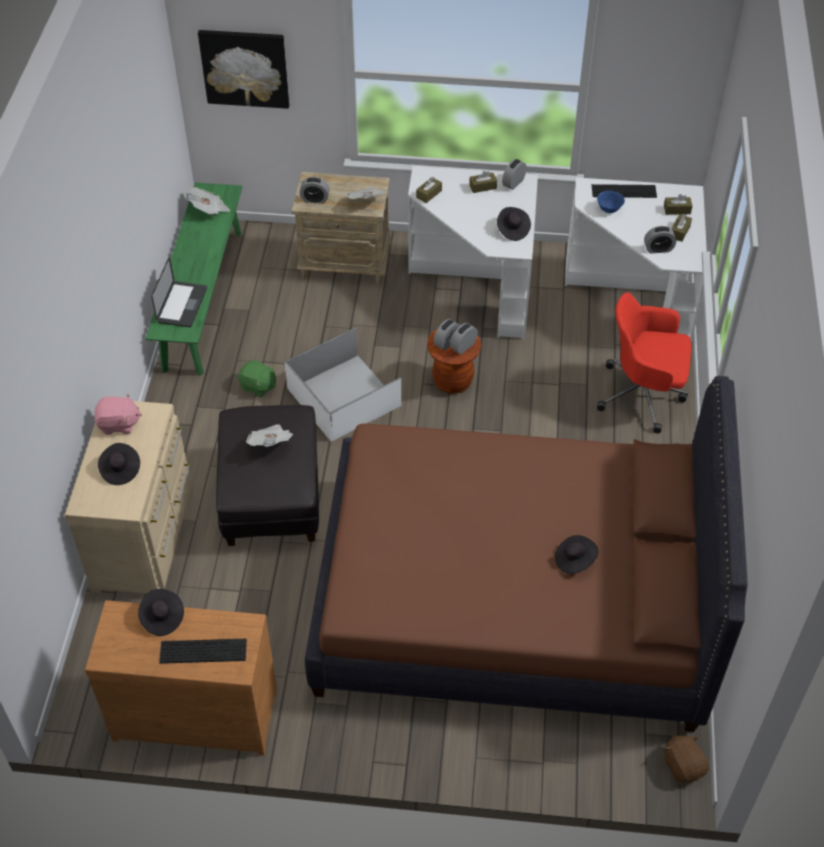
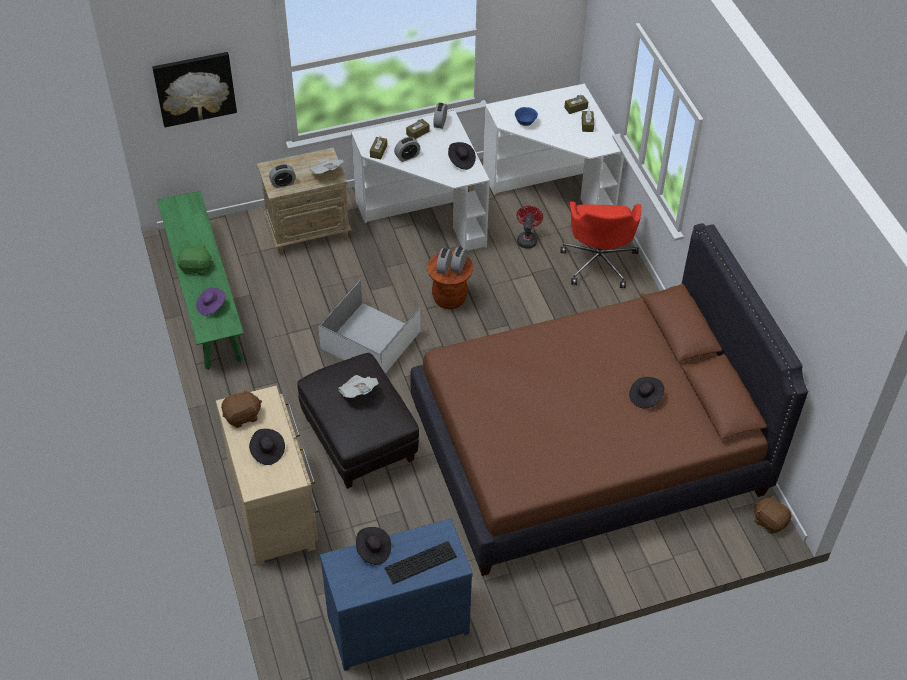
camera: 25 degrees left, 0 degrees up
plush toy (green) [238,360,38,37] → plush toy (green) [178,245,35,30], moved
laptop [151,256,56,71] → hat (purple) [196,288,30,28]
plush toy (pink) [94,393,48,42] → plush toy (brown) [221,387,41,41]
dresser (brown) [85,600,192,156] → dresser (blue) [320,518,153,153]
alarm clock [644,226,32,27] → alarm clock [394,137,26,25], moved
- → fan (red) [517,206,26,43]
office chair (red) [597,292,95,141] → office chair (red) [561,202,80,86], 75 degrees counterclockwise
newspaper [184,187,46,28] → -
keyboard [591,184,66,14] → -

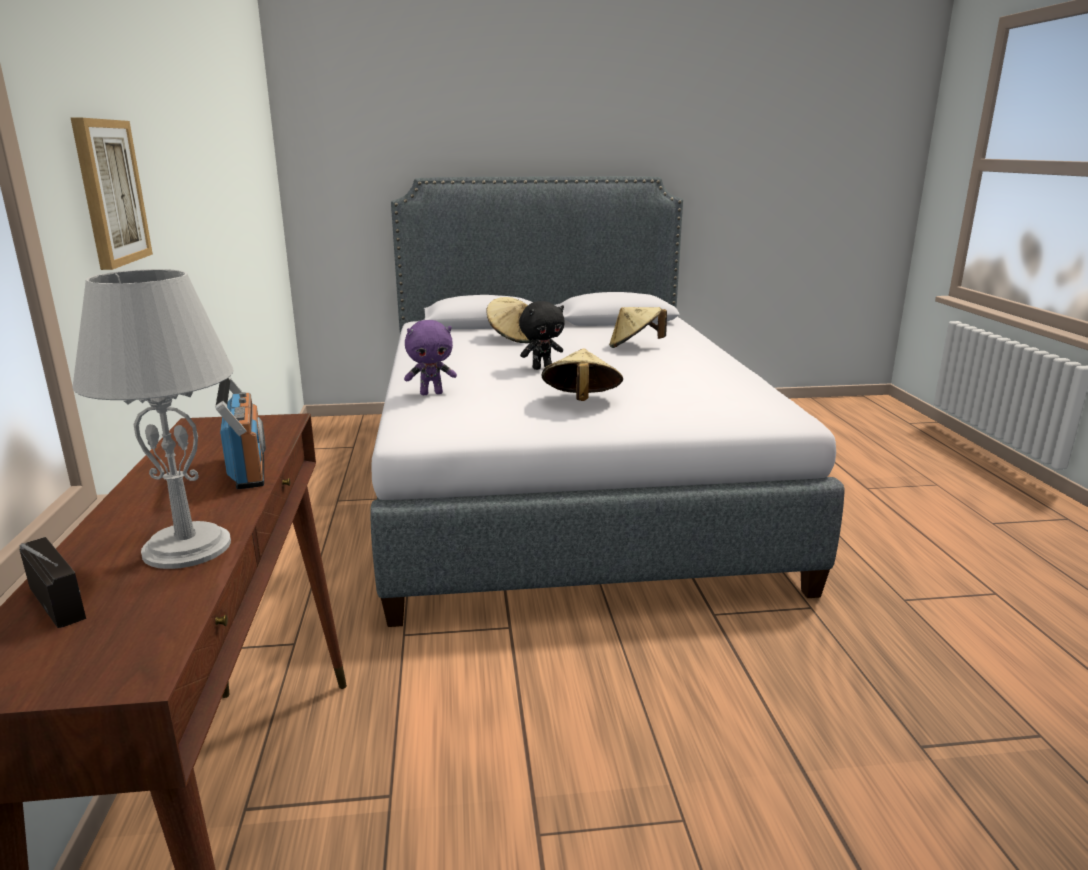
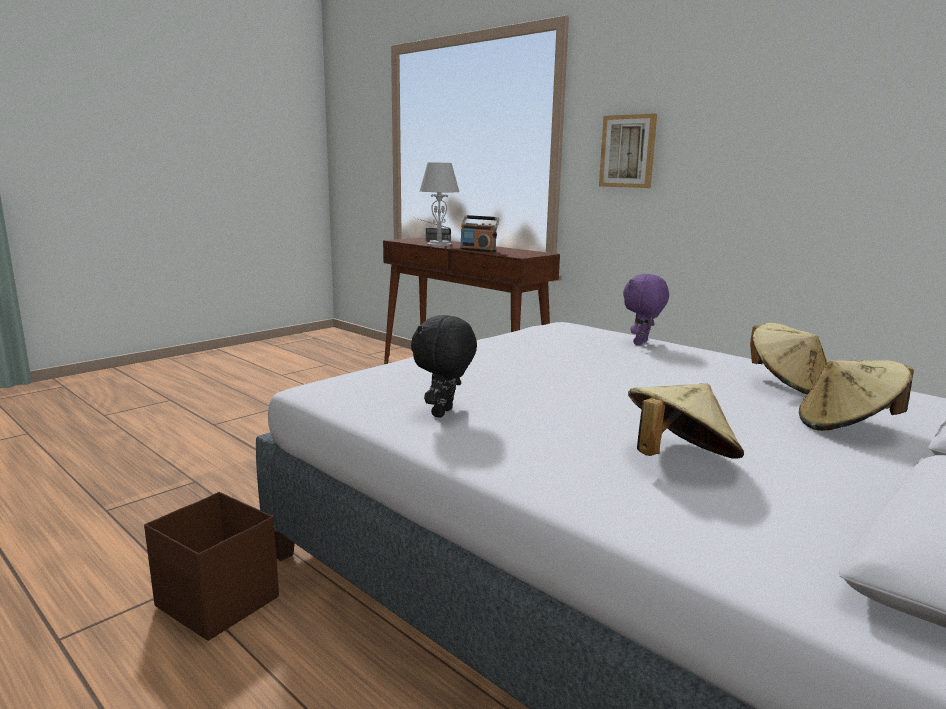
camera: 140 degrees right, 5 degrees down
- → storage box (brown) [144,492,135,149]
plush toy (black) [519,301,46,69] → plush toy (black) [411,315,66,103], moved
hat (beige) [542,349,81,52] → hat (beige) [750,323,78,71], moved

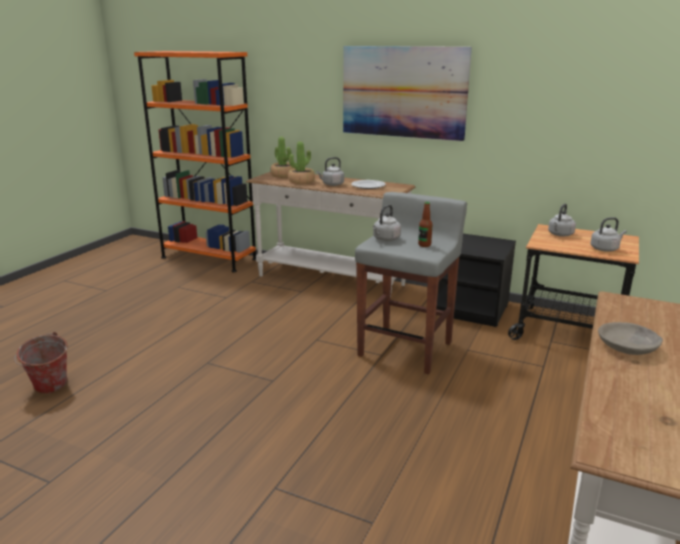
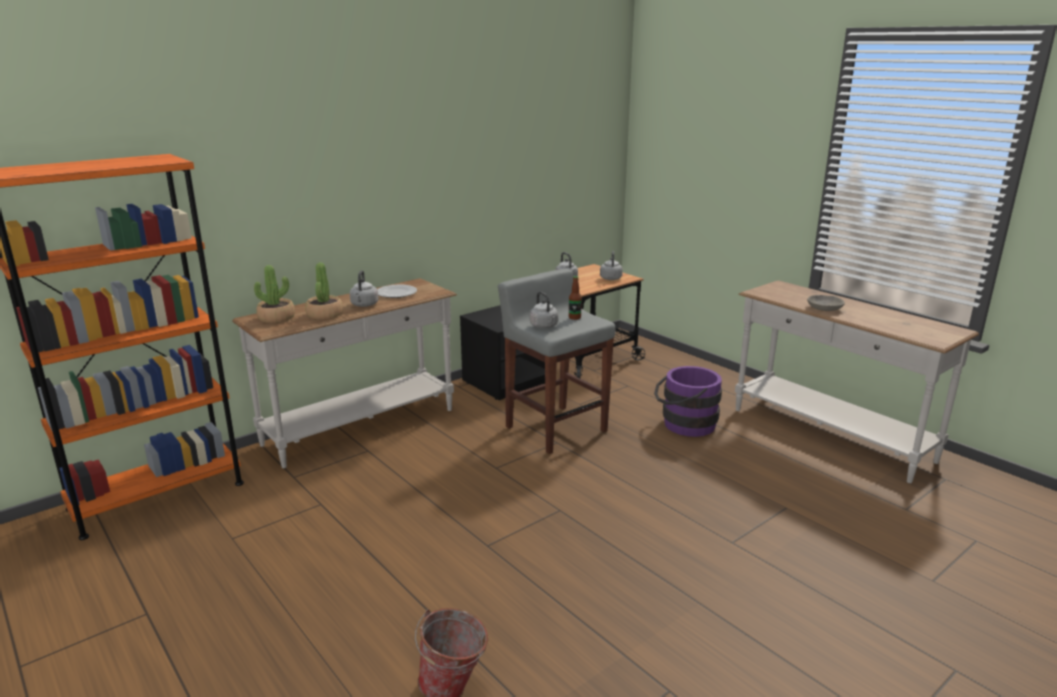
camera: 65 degrees left, 0 degrees up
- → bucket (purple) [654,366,68,71]
picture [343,46,129,95] → -

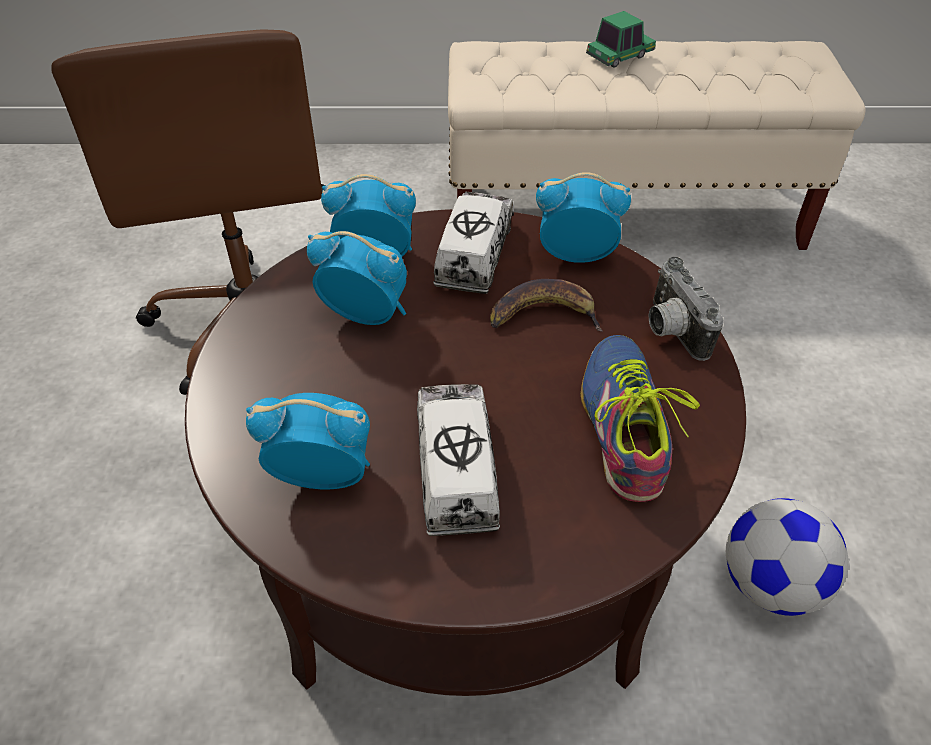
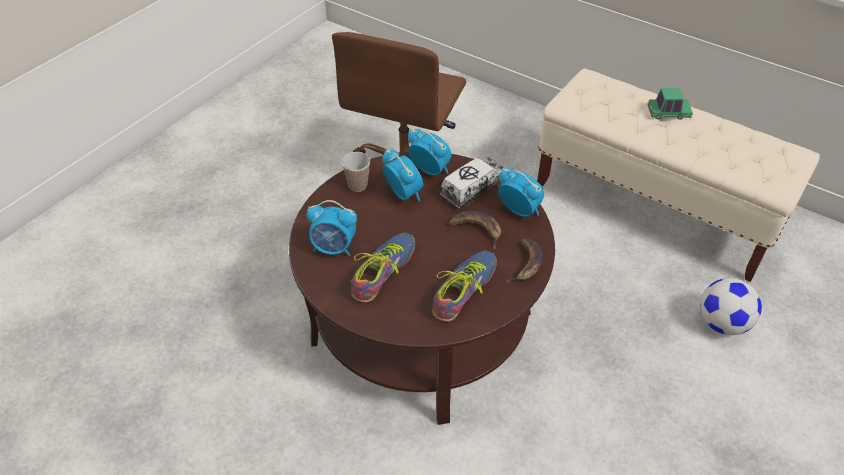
camera: 35 degrees right, 0 degrees up
alarm clock [246,393,124,96] → alarm clock [306,200,51,56], 150 degrees clockwise
- → cup [341,152,29,40]
toy truck [417,384,83,152] → shoe [351,233,64,70]
photo camera [648,257,76,104] → banana [506,239,37,43]
football [726,498,123,118] → football [700,278,62,57], moved

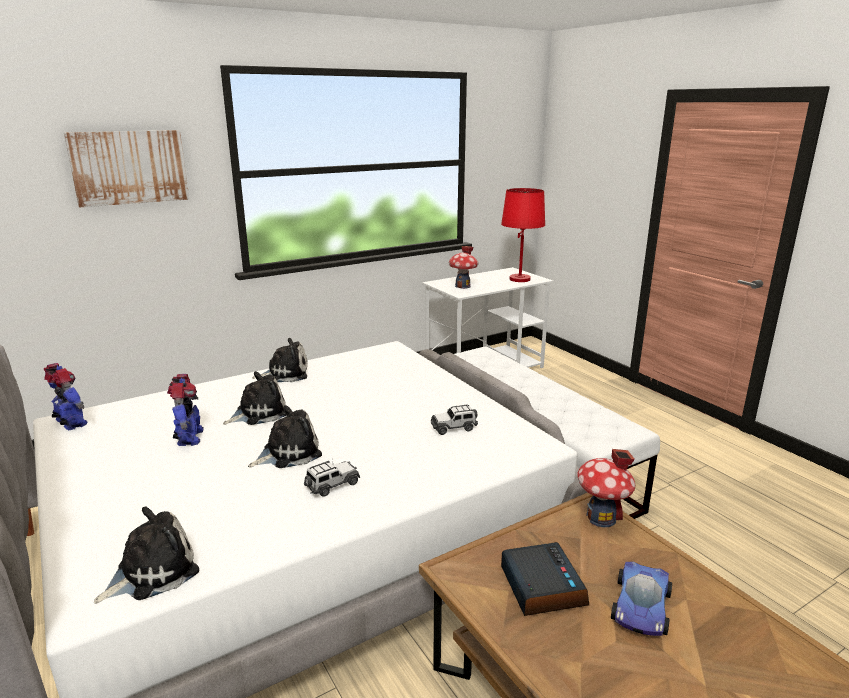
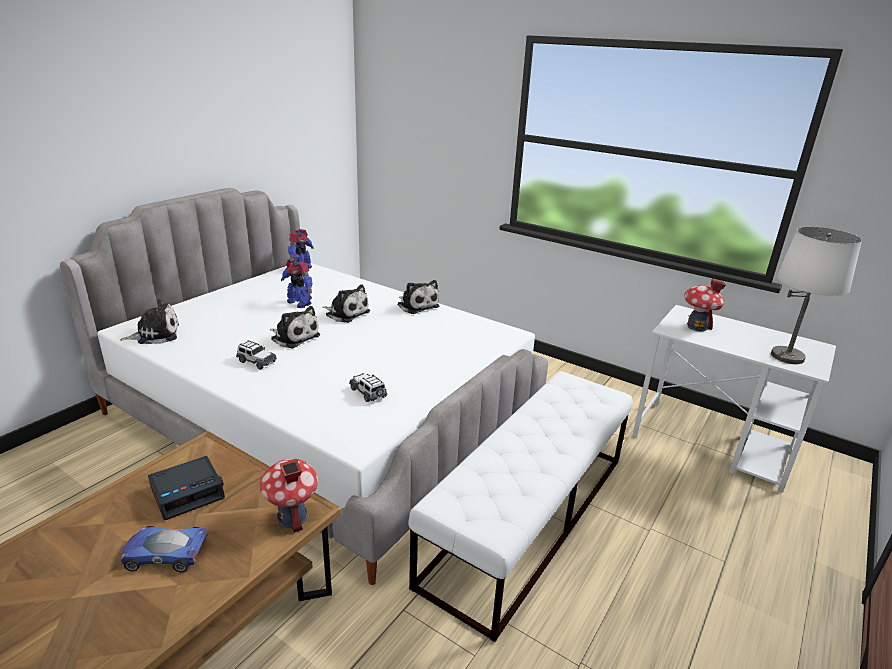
camera: 65 degrees right, 5 degrees up
plush toy [93,506,106,98] → plush toy [120,299,59,45], 45 degrees counterclockwise
toy robot [167,374,37,72] → toy robot [281,258,31,50], 75 degrees clockwise
table lamp (red) [501,188,44,94] → table lamp (white) [771,227,91,137]
picture [64,130,125,78] → -

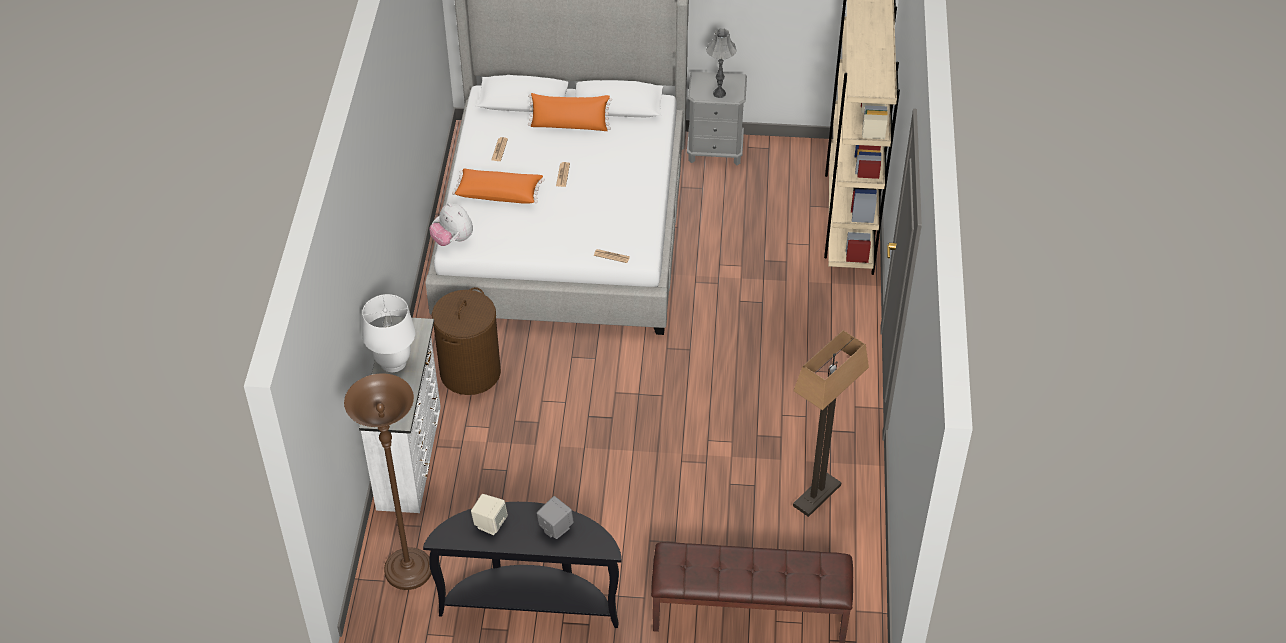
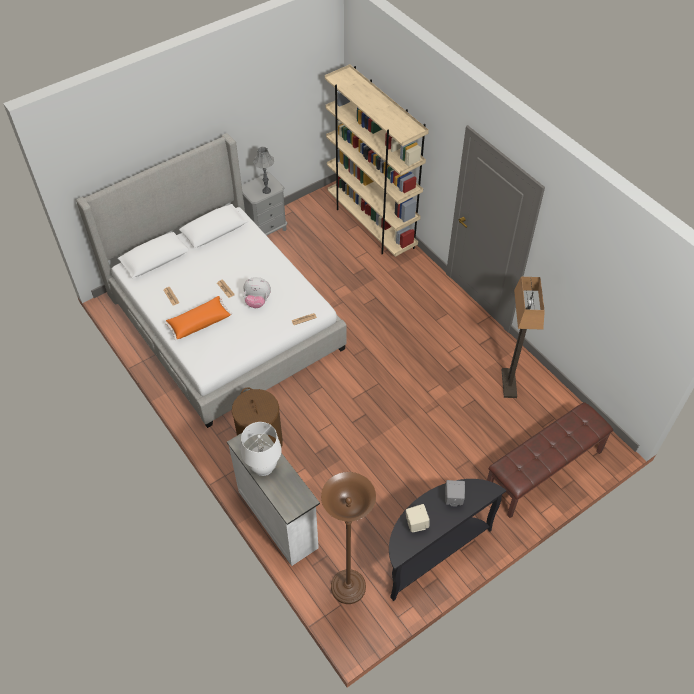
camera: 40 degrees left, 5 degrees up
plush toy [429,203,44,43] → plush toy [244,277,27,31], moved
pillow (orange) [528,93,84,38] → -

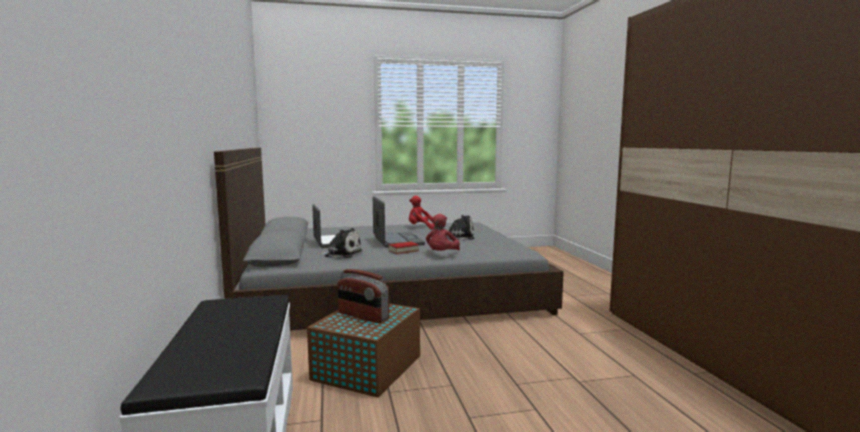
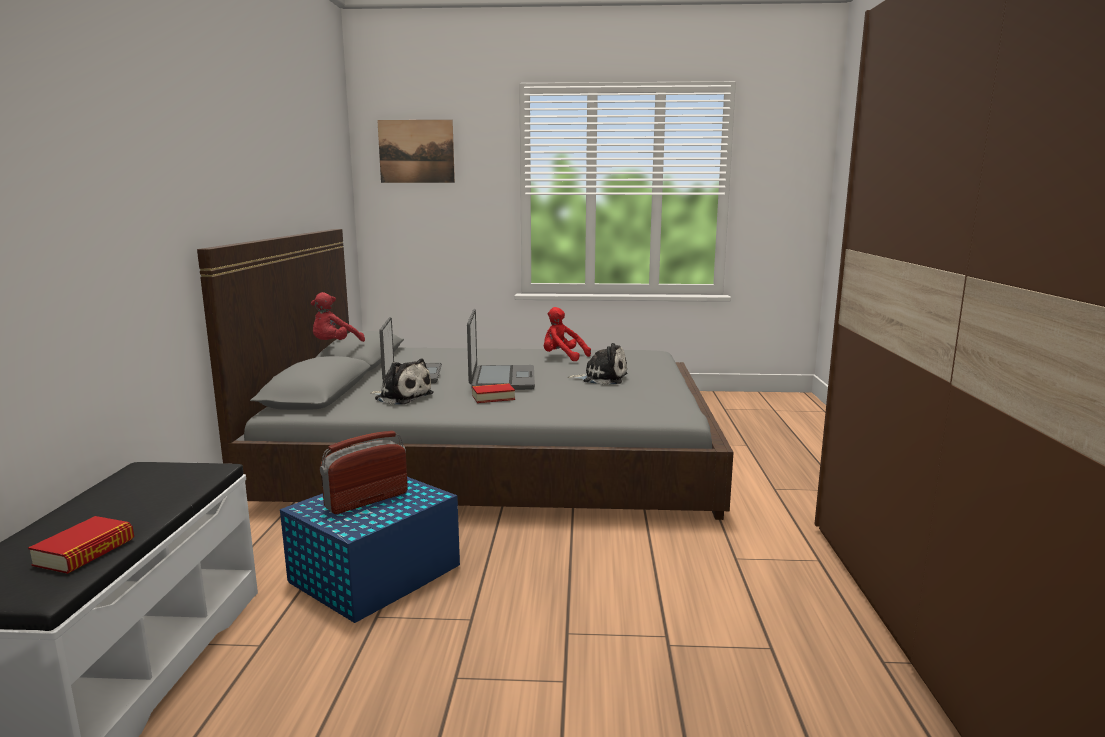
camera: 15 degrees right, 5 degrees up
- → book [28,516,106,58]
storage box (brown) [307,304,113,93] → storage box (blue) [280,477,180,146]
plush toy (red) [426,214,34,37] → plush toy (red) [311,292,54,50], moved
radio [338,269,51,54] → radio [320,431,88,83], 90 degrees clockwise
- → picture [377,120,78,63]

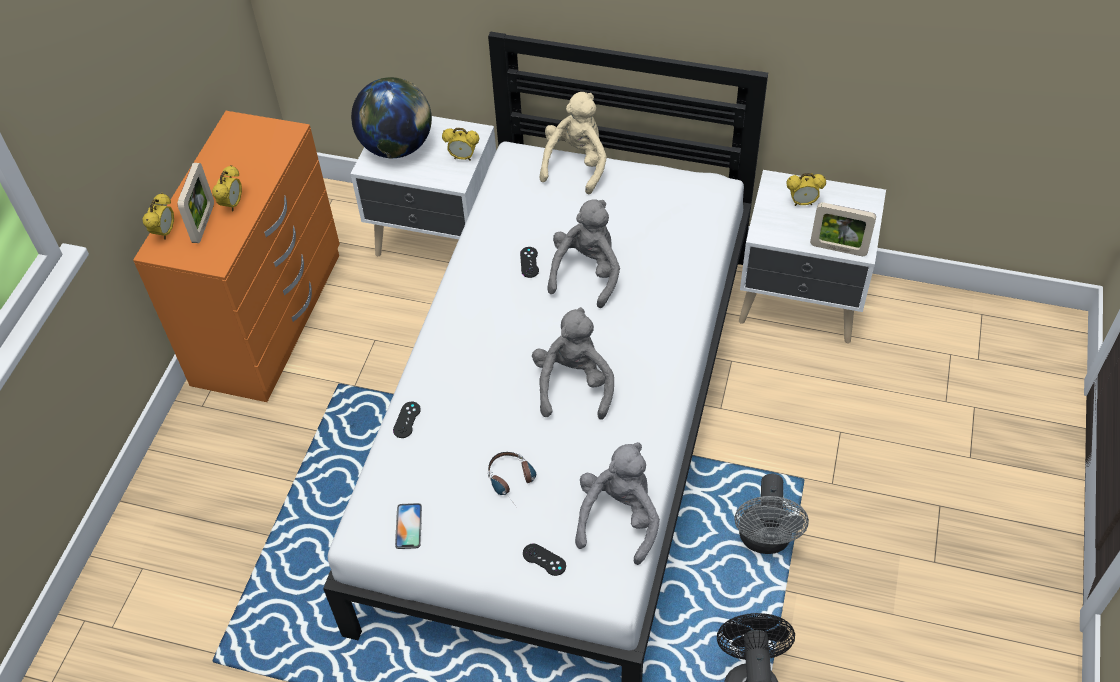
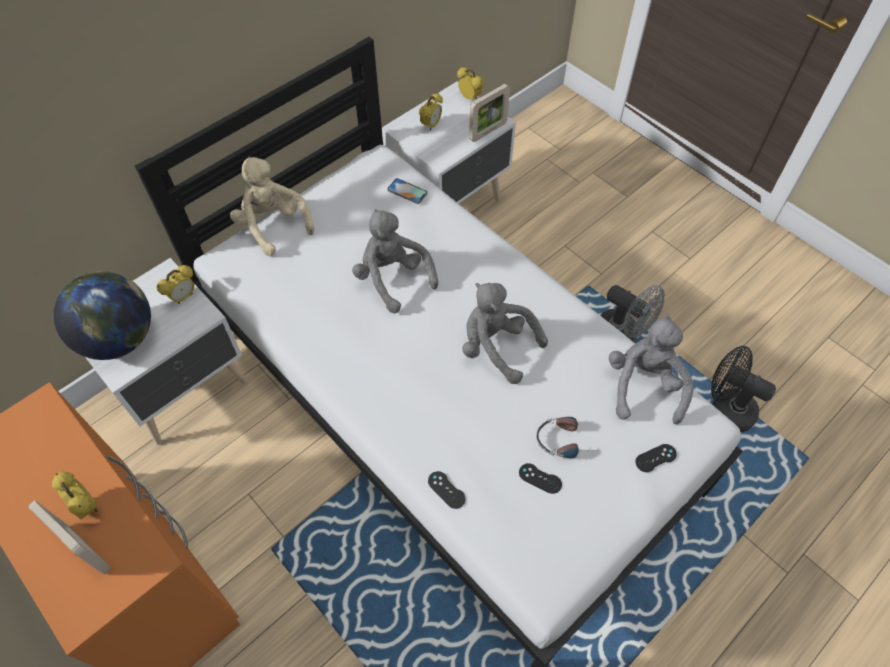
camera: 60 degrees left, 5 degrees up
phone [395,503,27,46] → phone [387,178,40,26], moved
alarm clock [143,193,31,47] → alarm clock [457,67,27,33], moved
game controller (black) [520,247,19,31] → game controller (black) [519,463,43,31], moved
plush toy (grey) [575,442,85,123] → plush toy (grey) [609,315,85,109], 45 degrees clockwise

